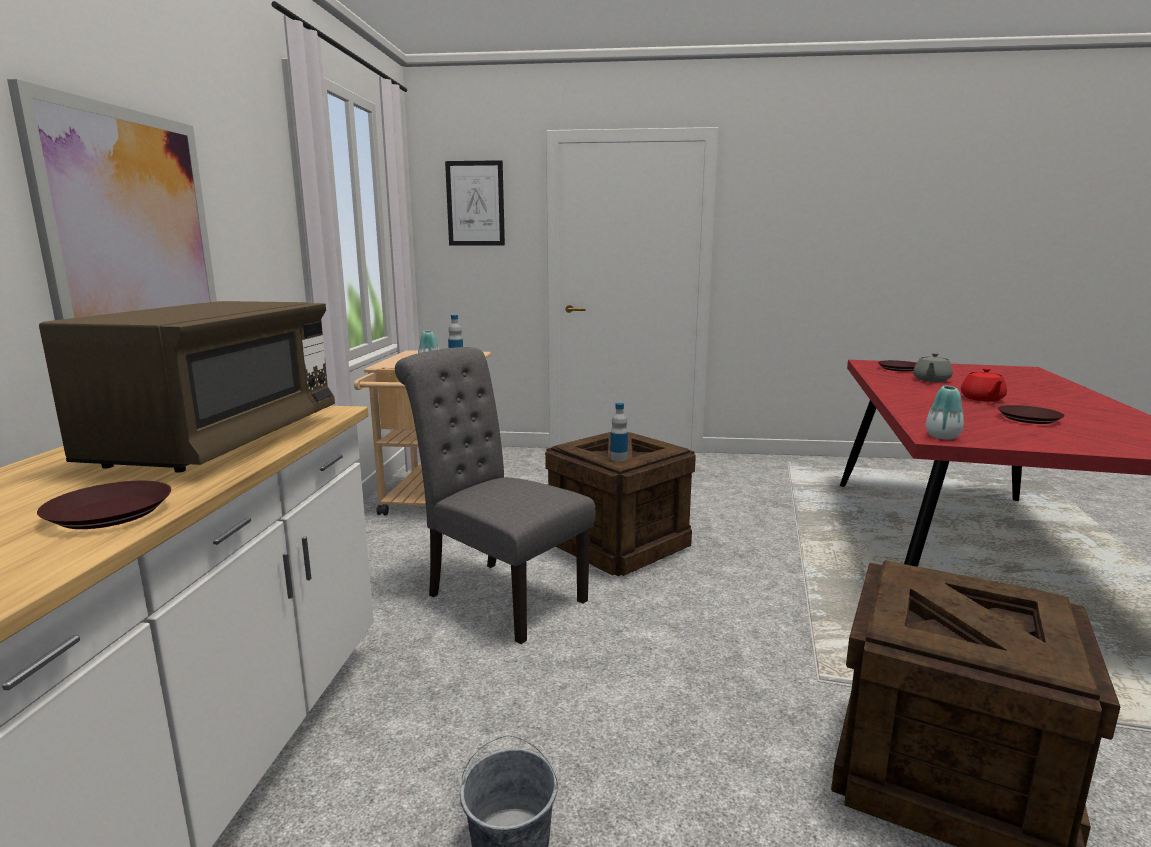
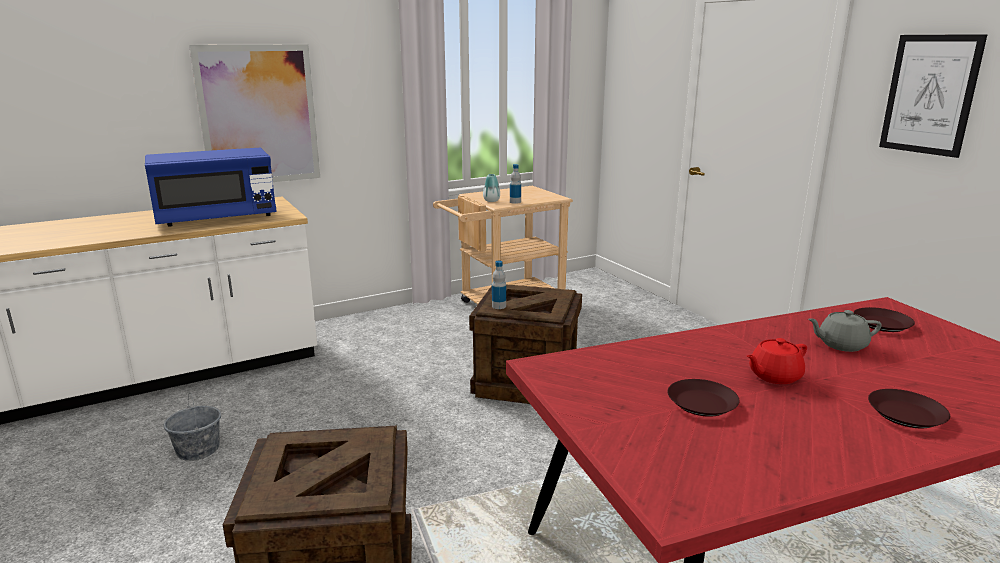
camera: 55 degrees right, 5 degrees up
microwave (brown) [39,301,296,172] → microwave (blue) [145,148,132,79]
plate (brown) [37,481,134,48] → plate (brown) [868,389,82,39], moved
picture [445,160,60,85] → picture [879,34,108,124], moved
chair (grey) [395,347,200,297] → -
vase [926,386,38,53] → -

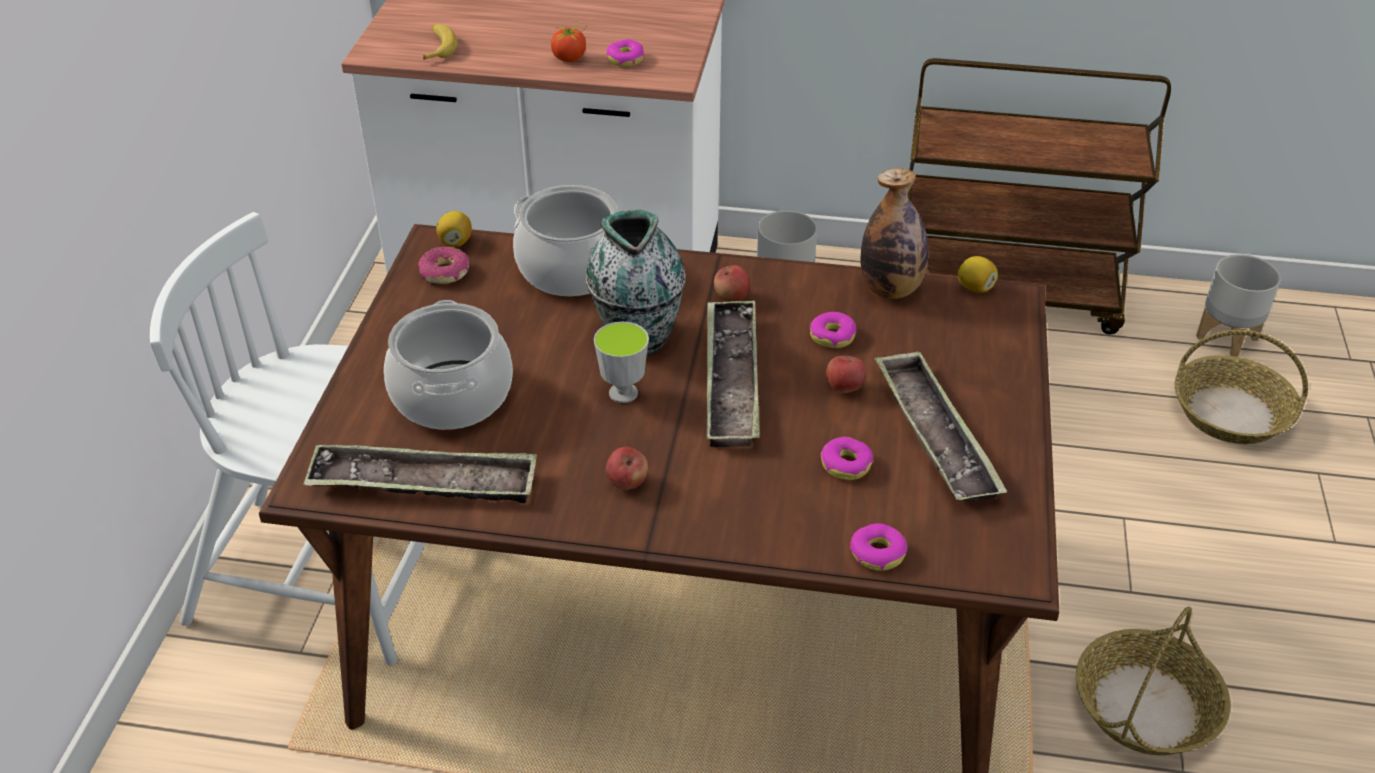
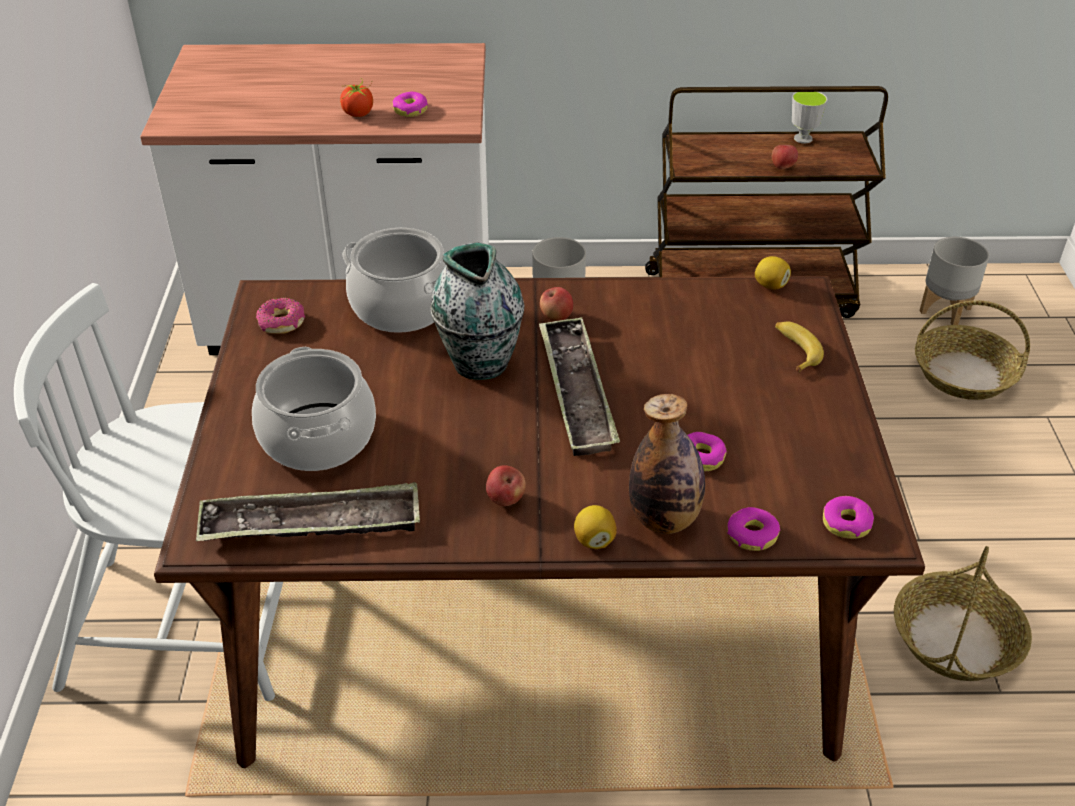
camera: 10 degrees left, 0 degrees up
lemon [436,211,36,36] → lemon [574,505,43,44], moved
bottle [861,168,68,131] → bottle [629,394,76,140], moved
apple [826,356,40,37] → apple [772,145,26,24], moved
banana [423,24,34,36] → banana [775,322,49,50], moved
cup [594,322,55,81] → cup [792,92,35,51], moved
donut [810,312,46,36] → donut [823,496,51,43], moved
tray [875,351,132,151] → -

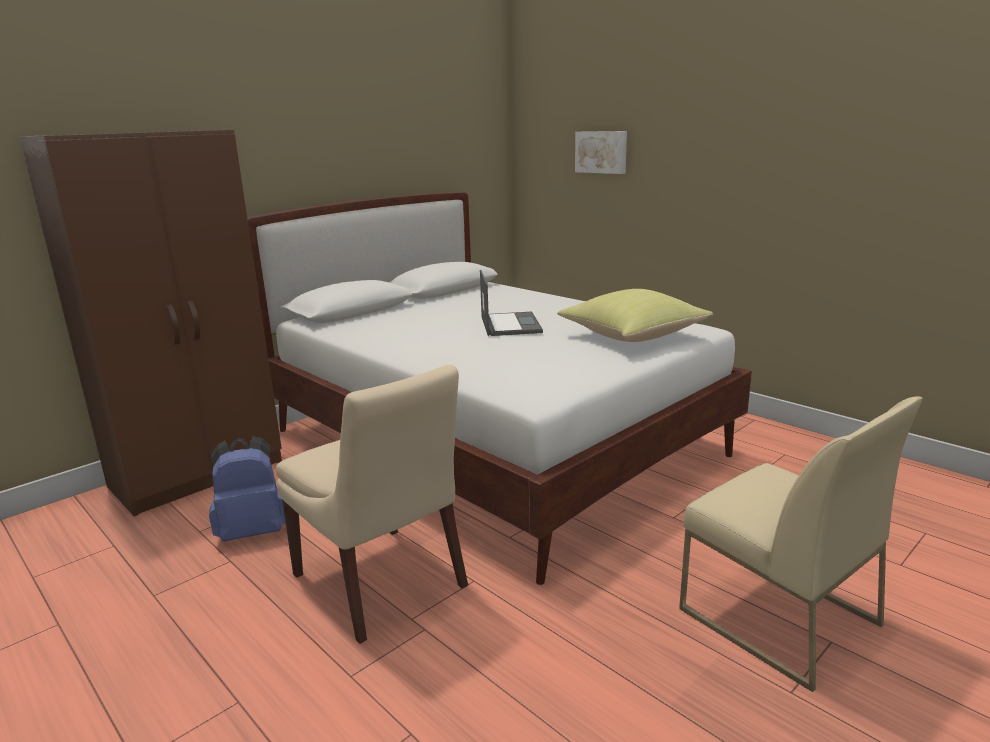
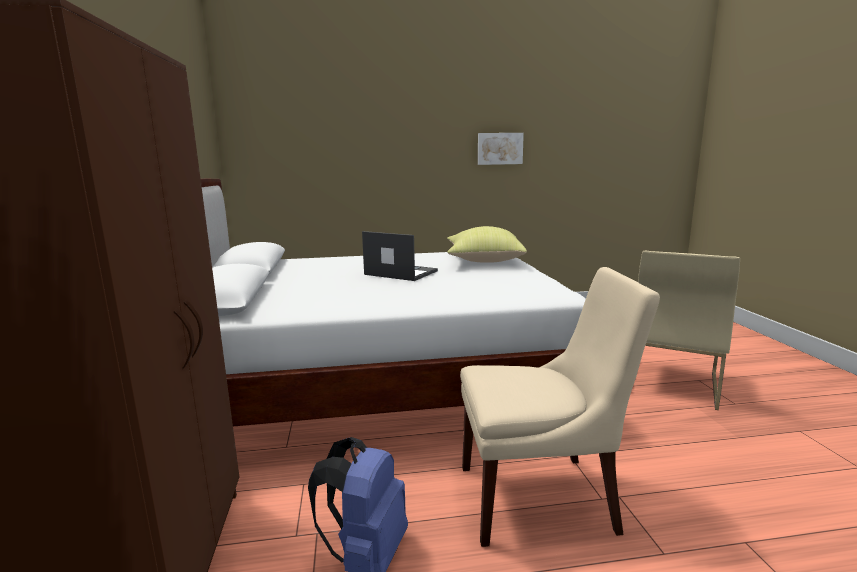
camera: 55 degrees left, 5 degrees down
picture [575,131,52,43] → picture [478,133,46,32], moved
chair (beige) [679,396,244,296] → chair (beige) [638,251,102,159], 120 degrees clockwise

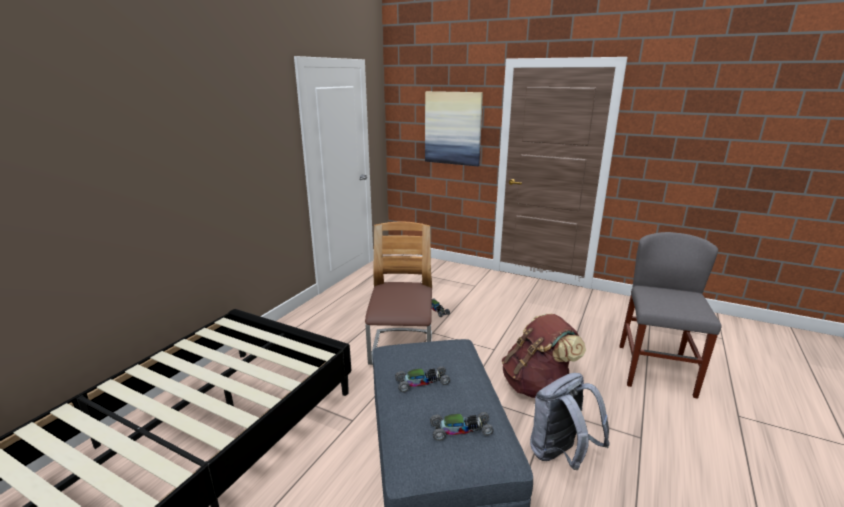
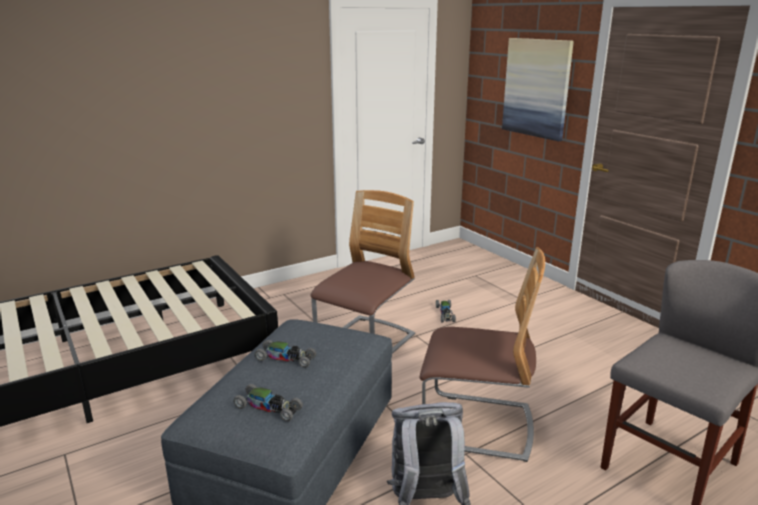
camera: 30 degrees right, 0 degrees up
backpack (brown) [502,313,84,85] → chair [419,247,126,215]

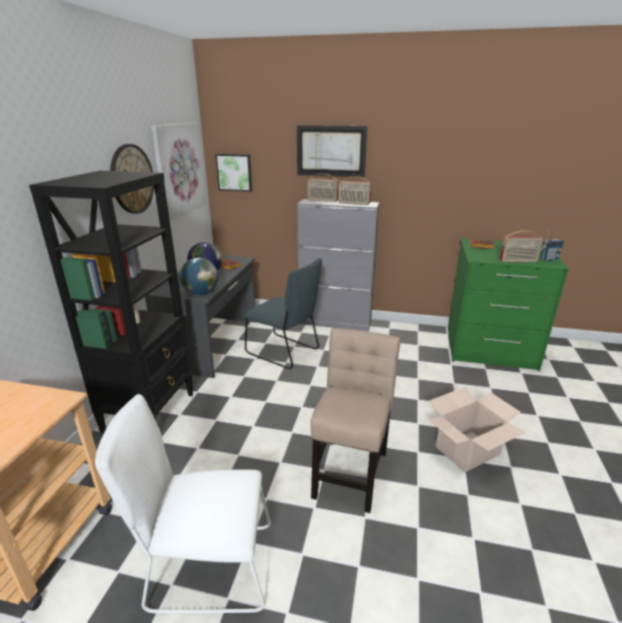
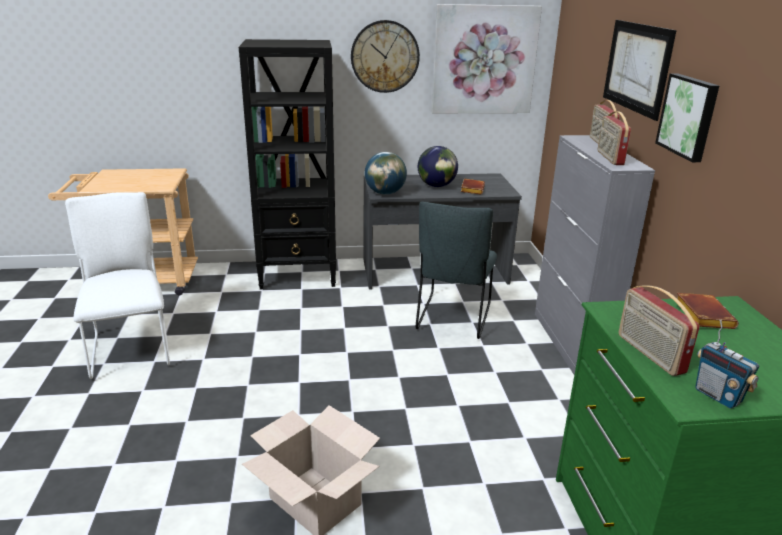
camera: 70 degrees right, 0 degrees up
picture [215,154,37,38] → picture [655,73,64,89], moved
chair (beige) [311,328,90,185] → -

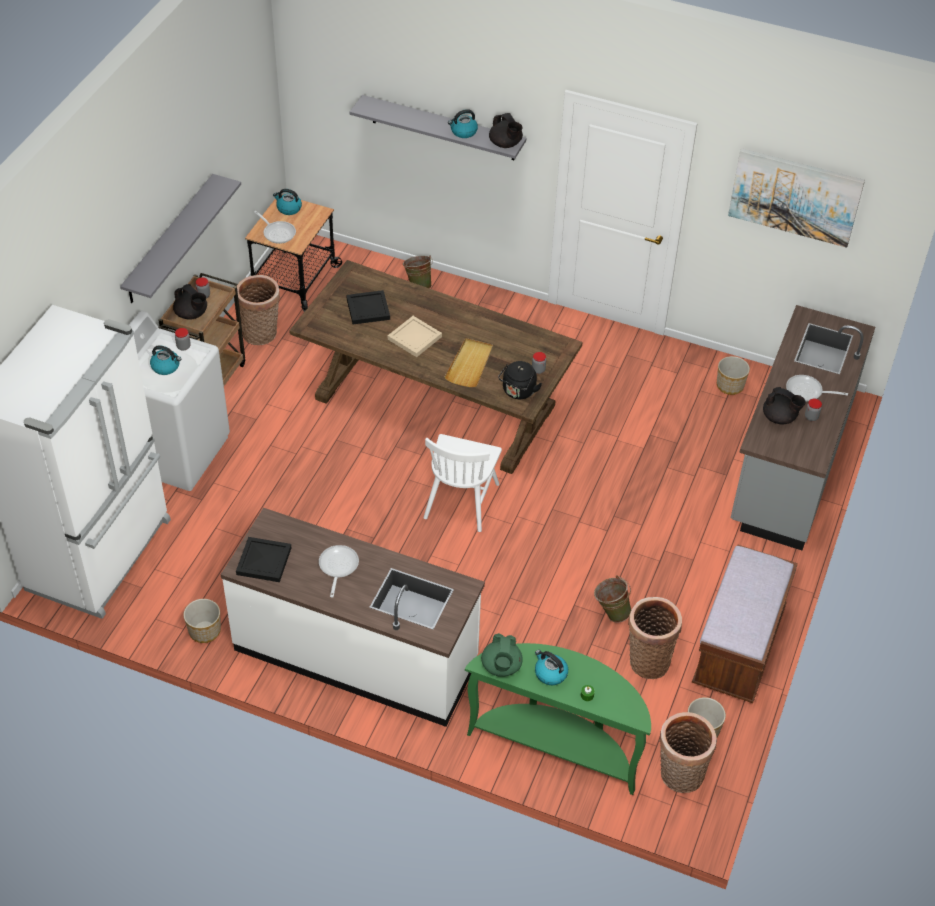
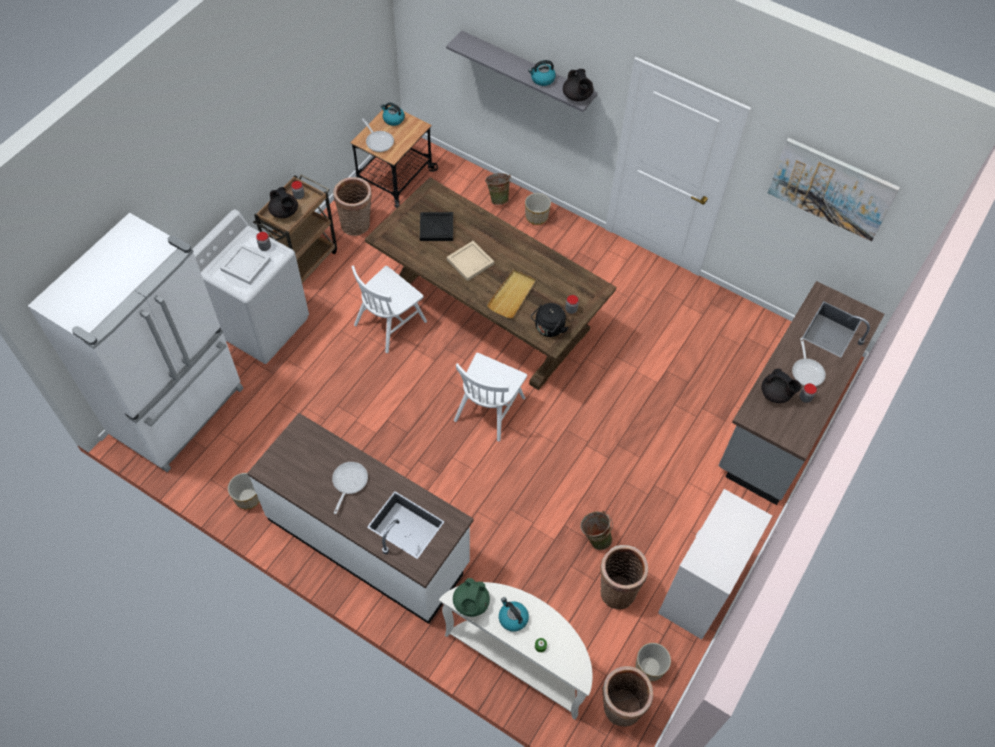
camera: 10 degrees right, 10 degrees up
kettle [150,345,31,30] → tray (white) [220,244,51,41]
- → chair (white) [351,265,76,88]
console table (green) [465,643,186,152] → console table (white) [439,582,154,138]
planter [717,356,33,39] → planter [525,193,26,32], moved
bench (brown) [692,544,106,159] → dresser (white) [658,489,114,151]
frying pan [786,375,62,27] → frying pan [792,338,34,48], 120 degrees counterclockwise
shelf (grey) [120,174,121,129] → -
tray (black) [236,537,55,45] → -

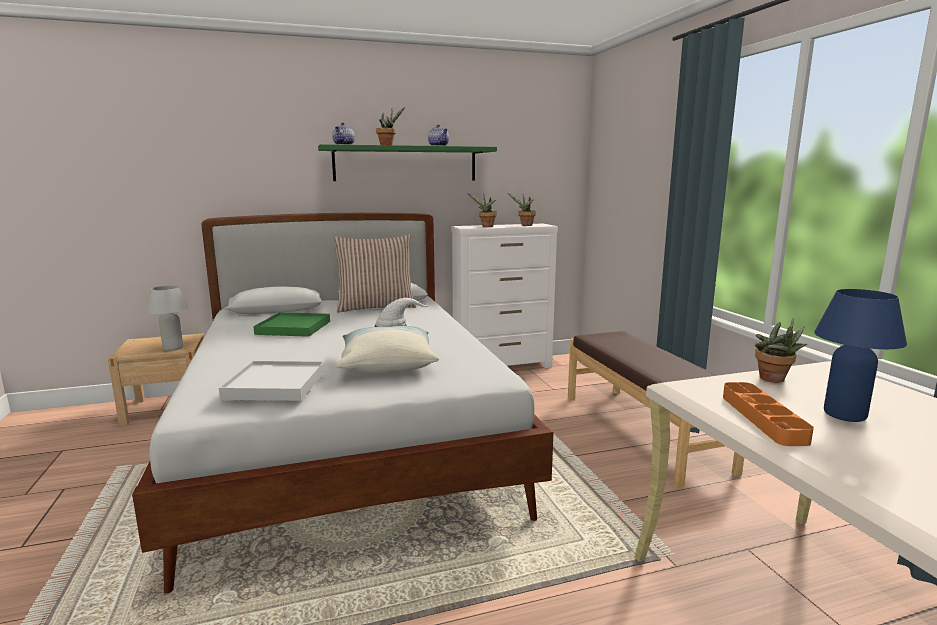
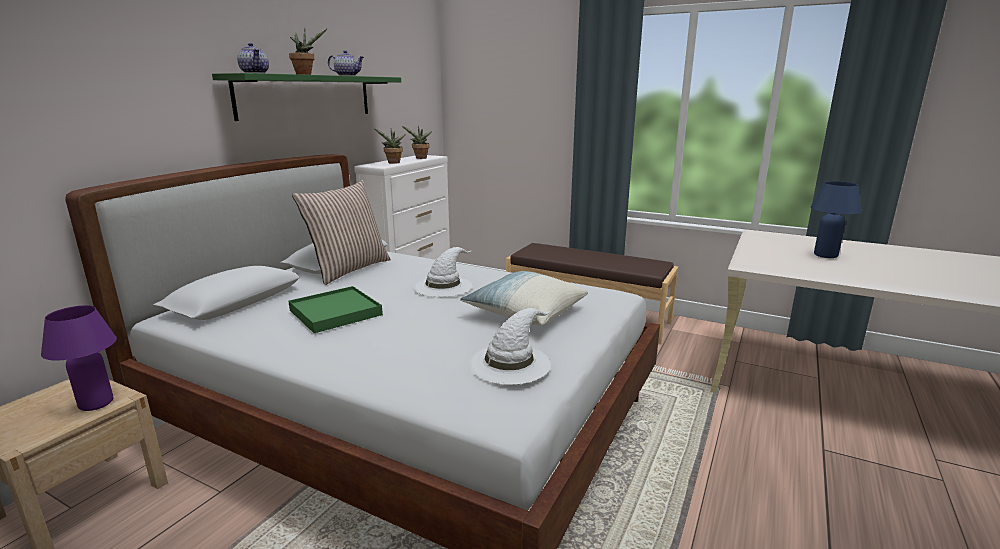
camera: 45 degrees left, 5 degrees up
table lamp (white) [146,285,43,66] → table lamp (purple) [41,305,76,106]
tray (white) [219,361,106,40] → hat (white) [468,308,83,77]
tray (orange) [723,382,91,64] → -
potted plant [755,318,52,65] → -

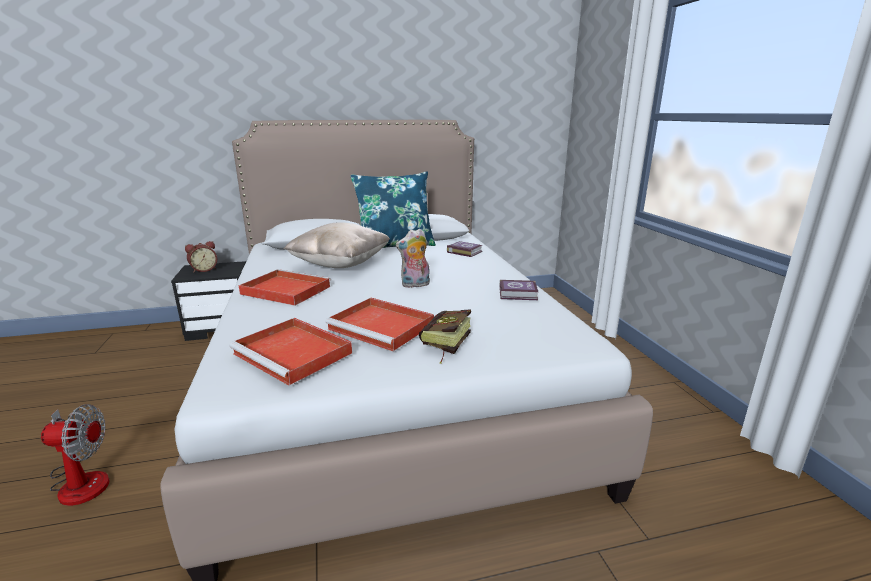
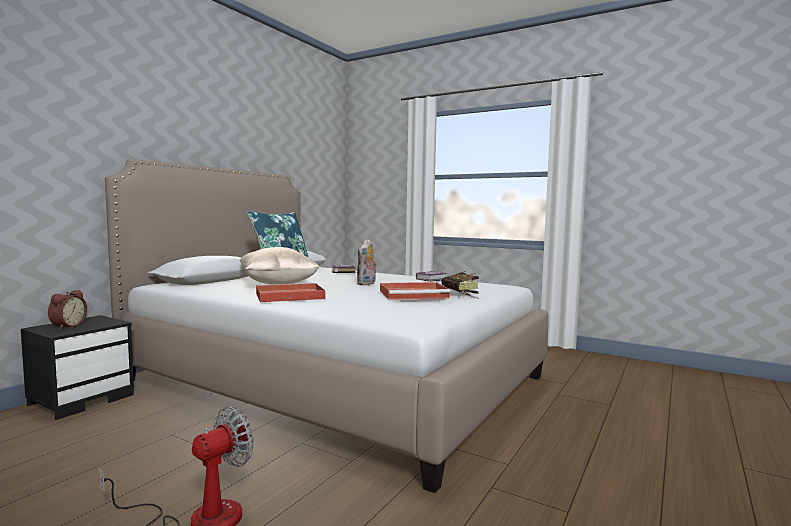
camera: 45 degrees left, 15 degrees down
tray (red) [229,318,123,67] → -

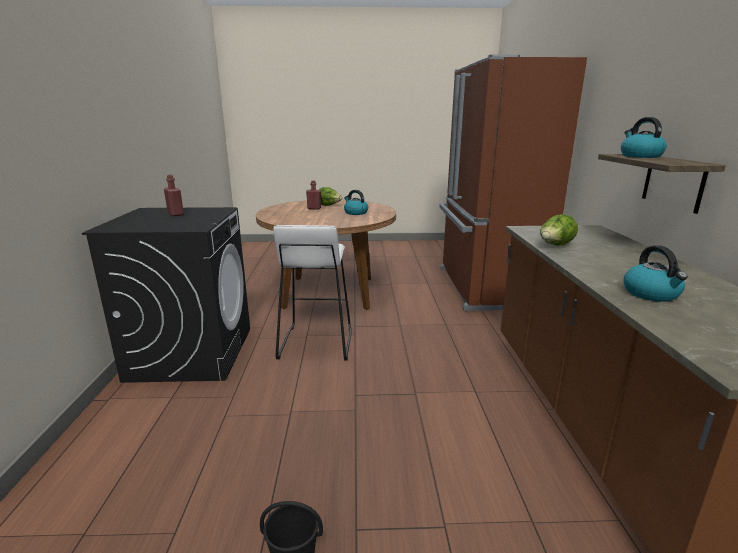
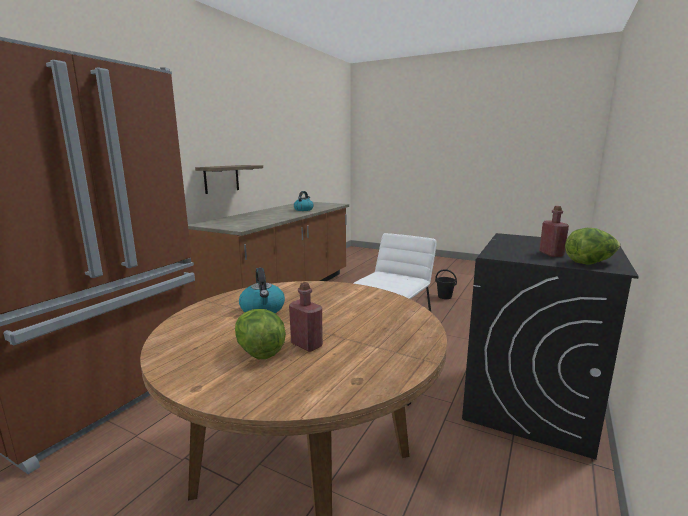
camera: 150 degrees left, 5 degrees down
lettuce [540,214,38,32] → lettuce [565,228,56,36], moved
kettle [621,117,46,41] → -

